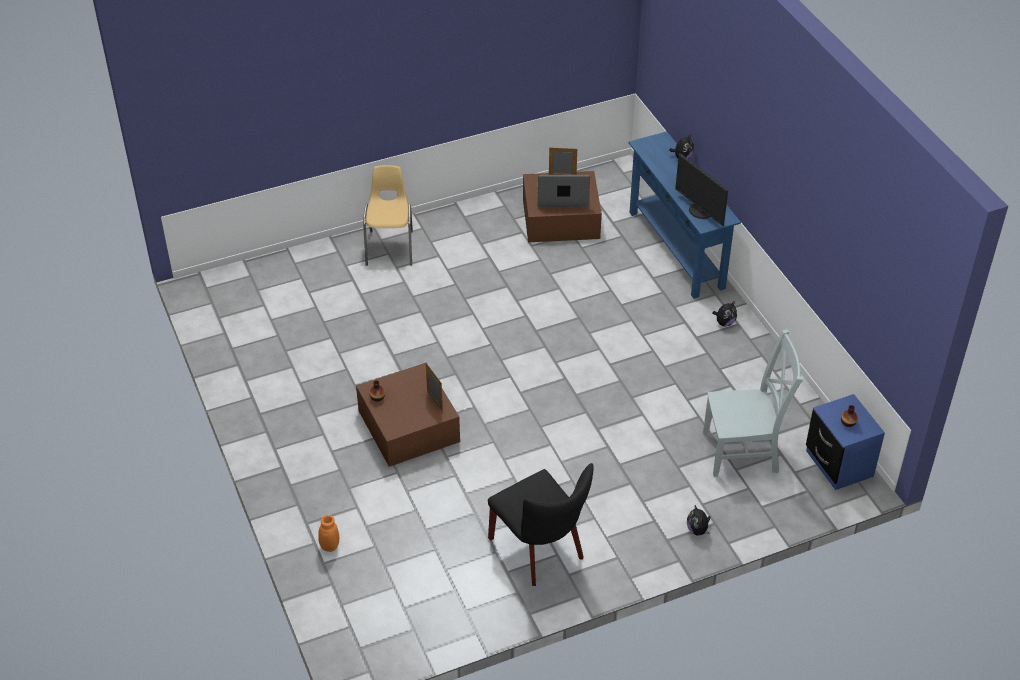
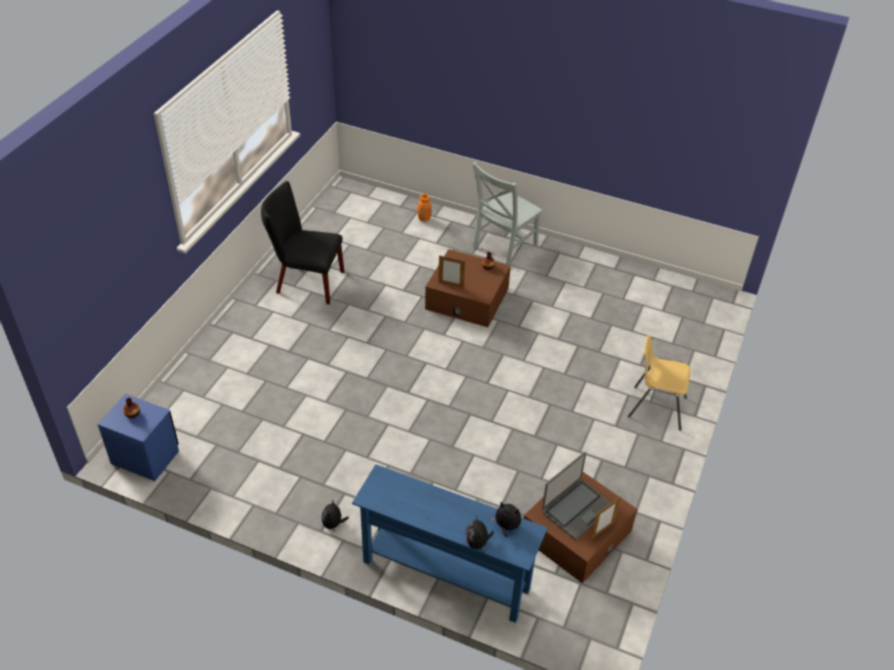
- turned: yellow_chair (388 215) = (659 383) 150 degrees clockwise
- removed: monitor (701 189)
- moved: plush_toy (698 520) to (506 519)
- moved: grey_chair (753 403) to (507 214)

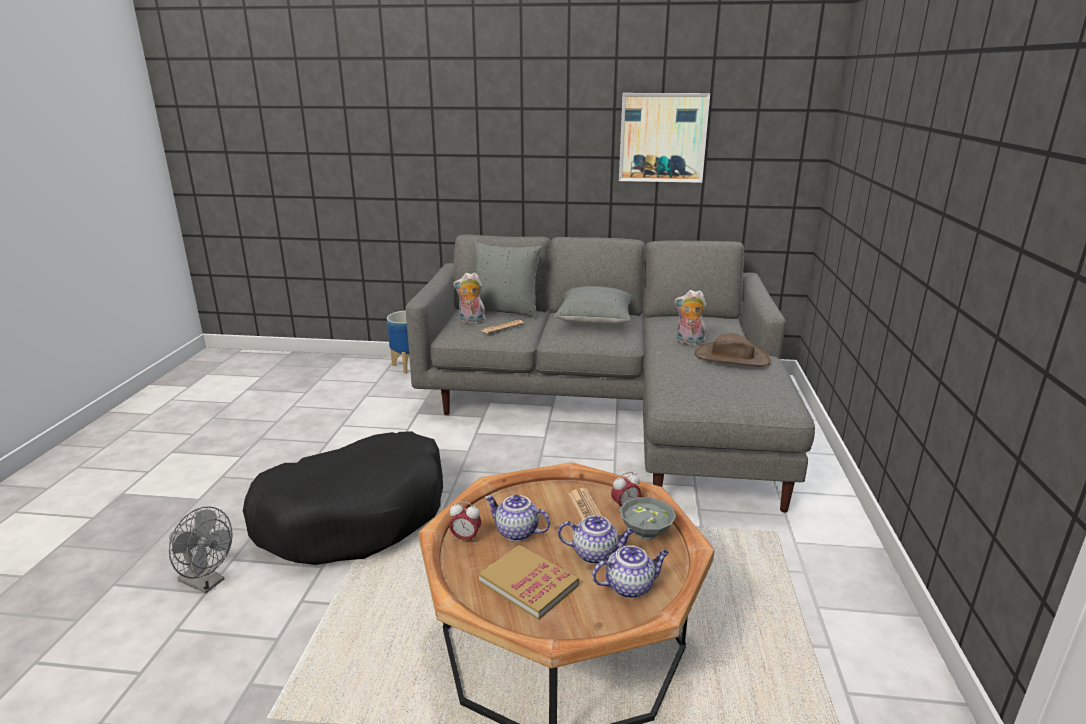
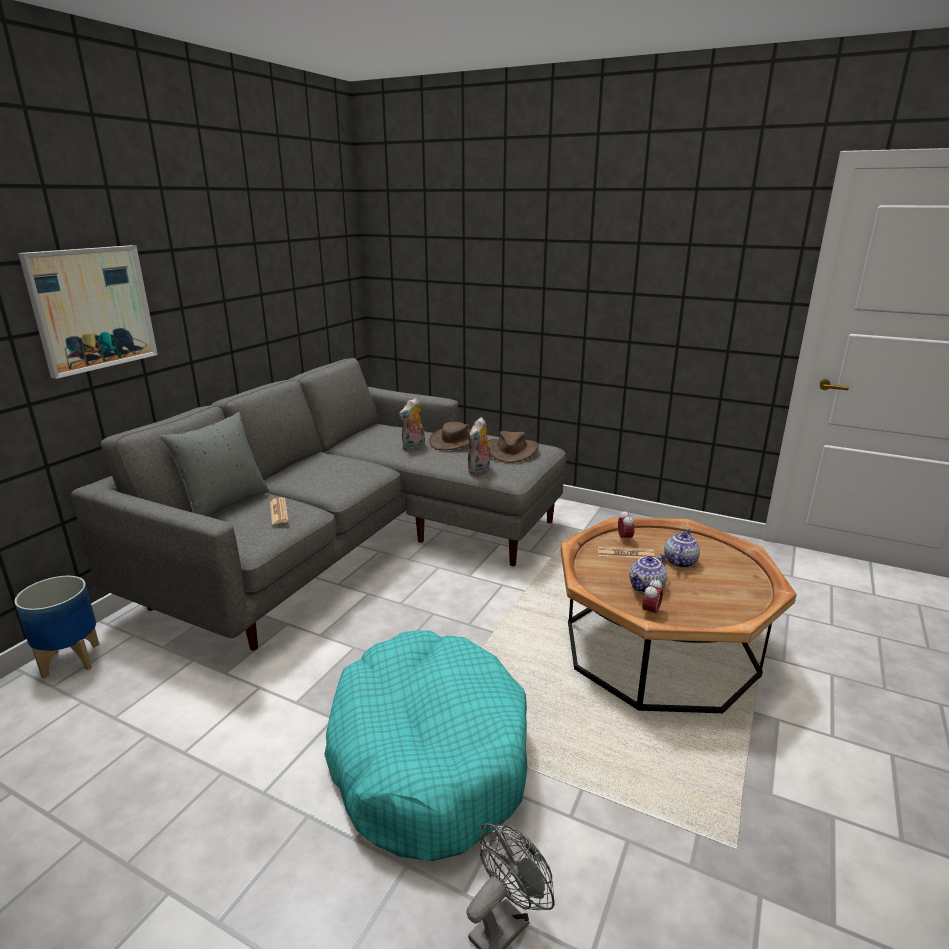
- recoloured: black_dog_bed (343 498) to turquoise_dog_bed (425 745)
- moved: plush_toy (470 298) to (479 445)
- removed: book (529 582)
- removed: grey_pillow (593 306)
- removed: teapot (630 571)
- moved: picture (664 138) to (88 312)
- removed: grey_bowl (648 518)
- added: brown_hat (513 447)

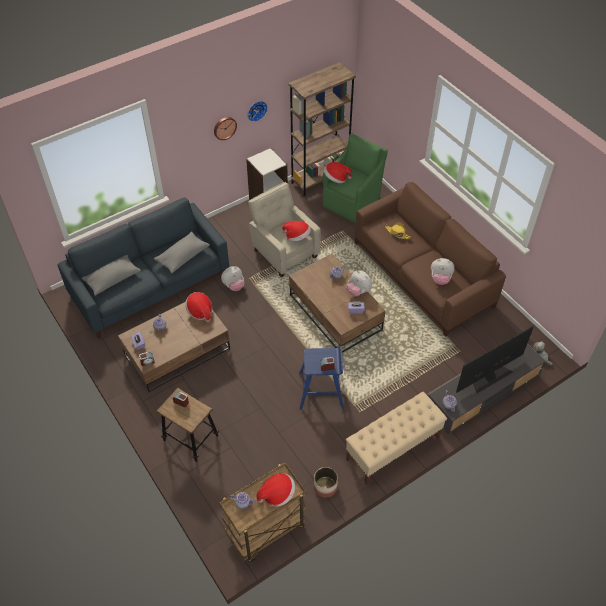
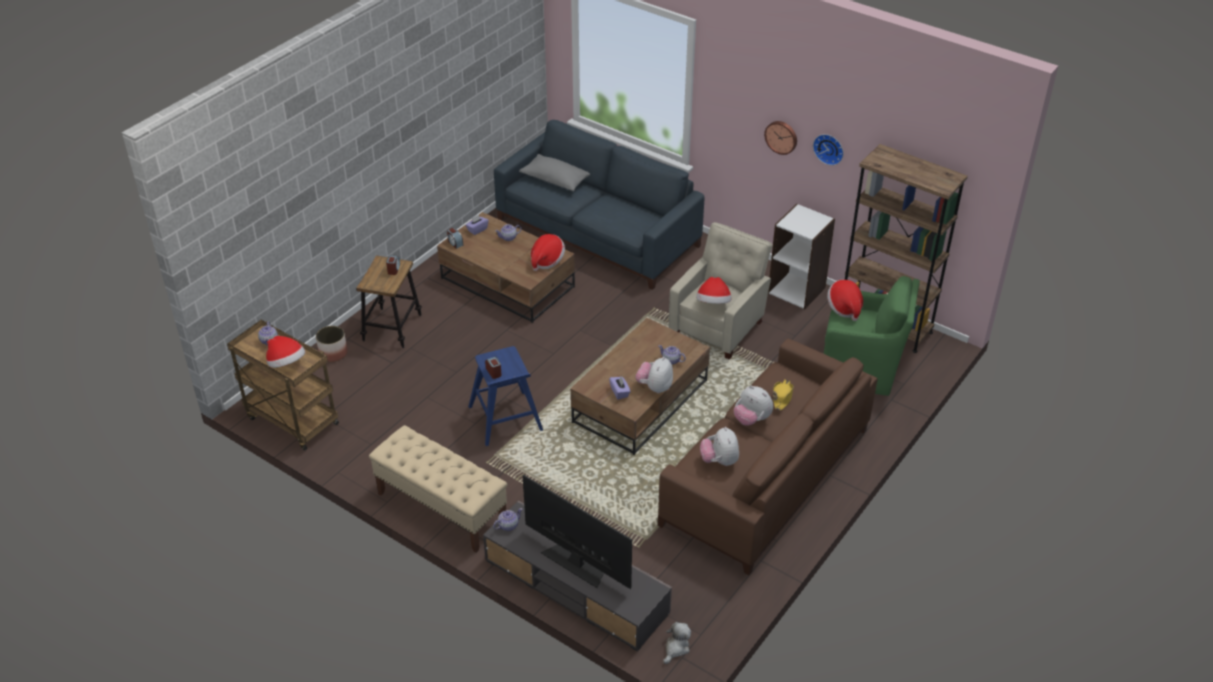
- removed: grey_pillow (182 252)
- moved: plush_toy (233 278) to (753 405)
- moved: planter (326 482) to (332 344)

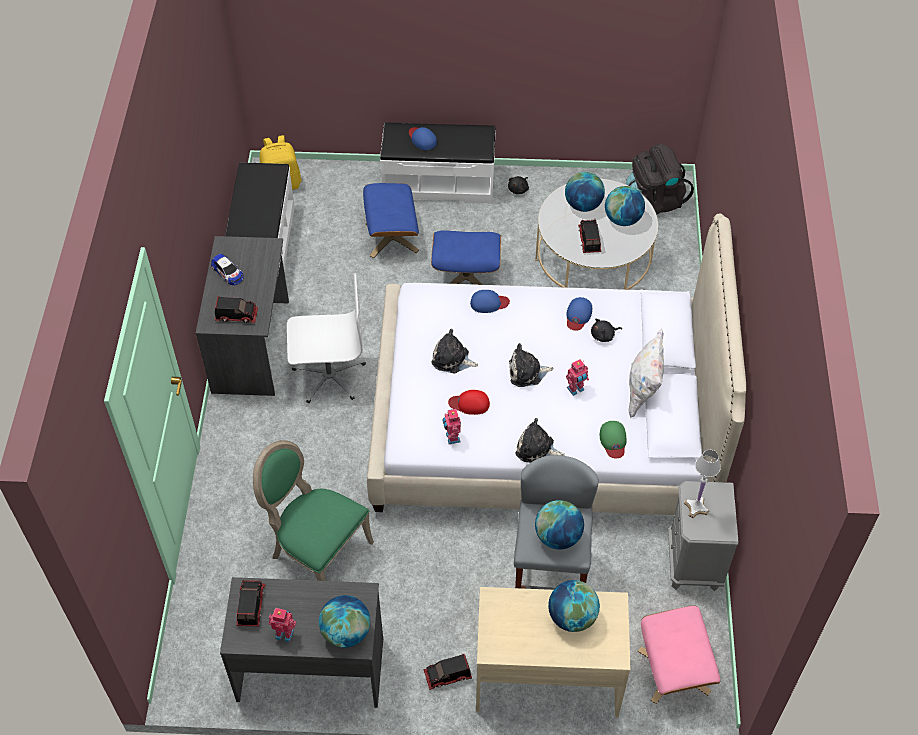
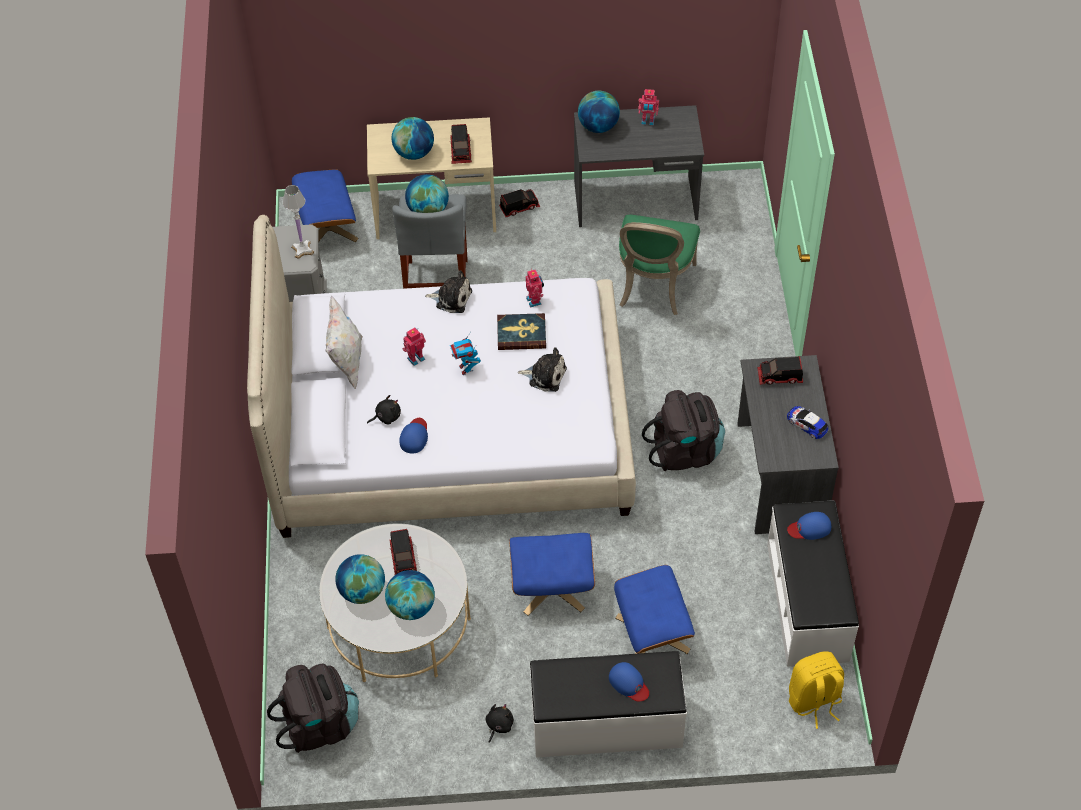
- moved: toy_truck (251 603) to (461 144)
- turned: green_chair (313 510) = (659 264) 75 degrees clockwise
- replaced: white_office_chair (326 338) to black_backpack (683 430)
- replaced: red_cap (469 402) to book (521 331)
- moved: blue_cap (490 301) to (809 526)
- replaced: plush_toy (531 365) to toy_robot (465 354)
- removed: green_cap (613 439)
- recoloured: pink_ottoman (679 654) to blue_ottoman (325 205)

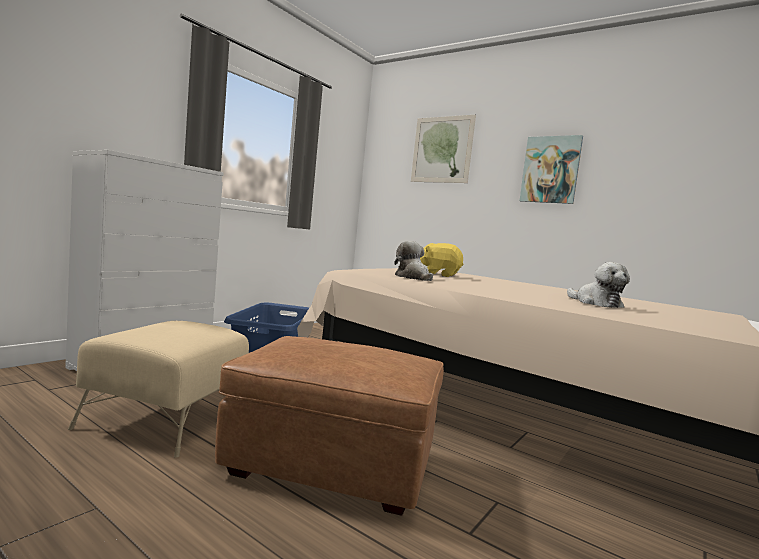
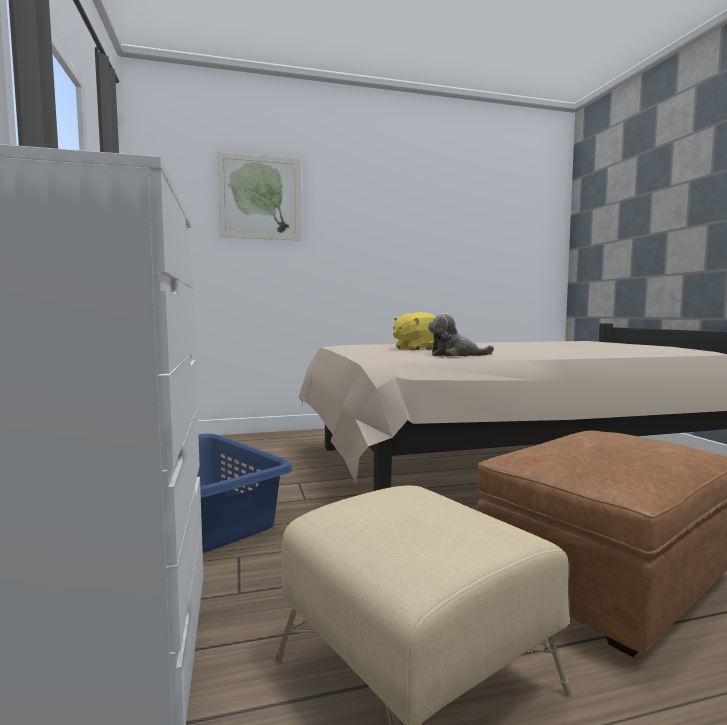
- removed: picture (551 169)
- removed: plush_toy (598 285)

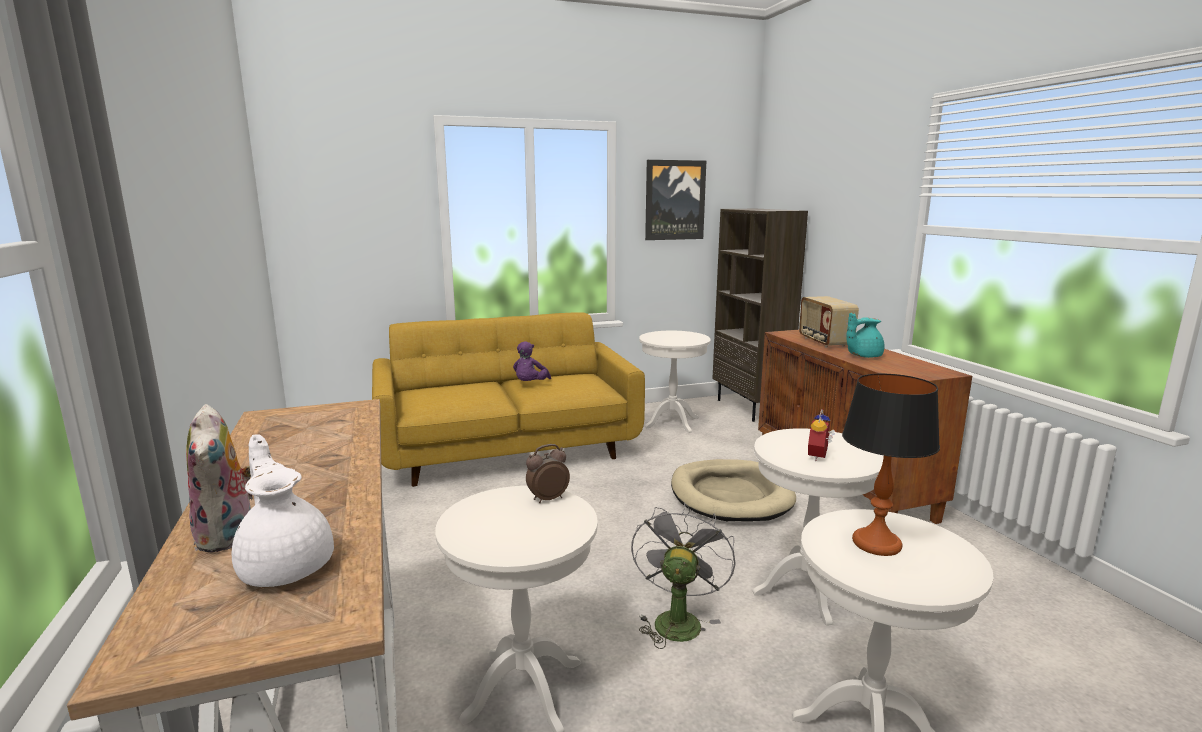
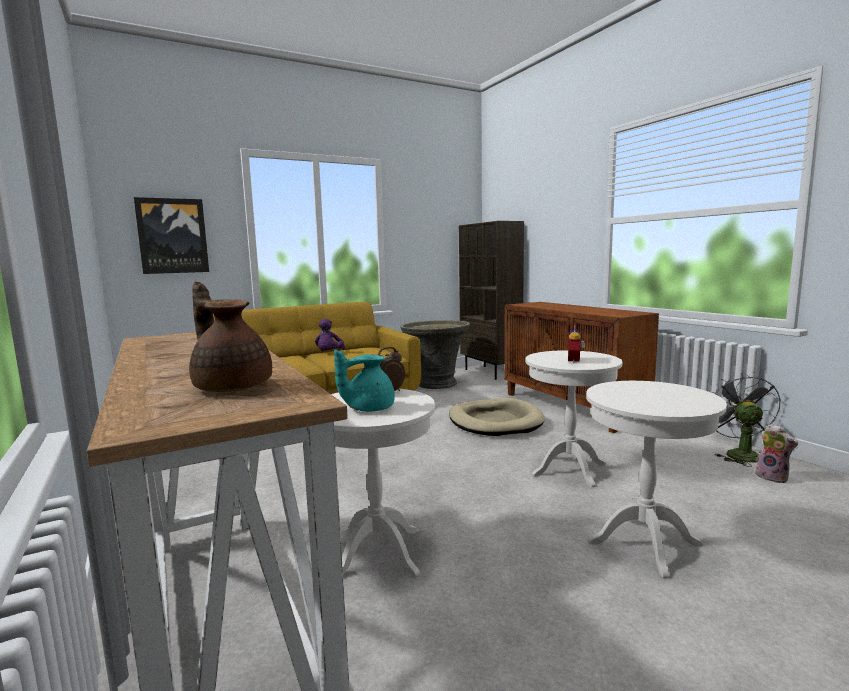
- moved: plush_toy (219 478) to (776 453)
- recoloured: white_teapot (283 510) to brown_teapot (230 336)
- moved: grey_fan (683 575) to (746 420)
- replaced: white_side_table (675 382) to grey_planter (435 354)
- moved: picture (675 200) to (171 235)
- removed: radio (829 322)
- removed: table_lamp (891 465)
- moved: turquoise_teapot (865 335) to (364 381)

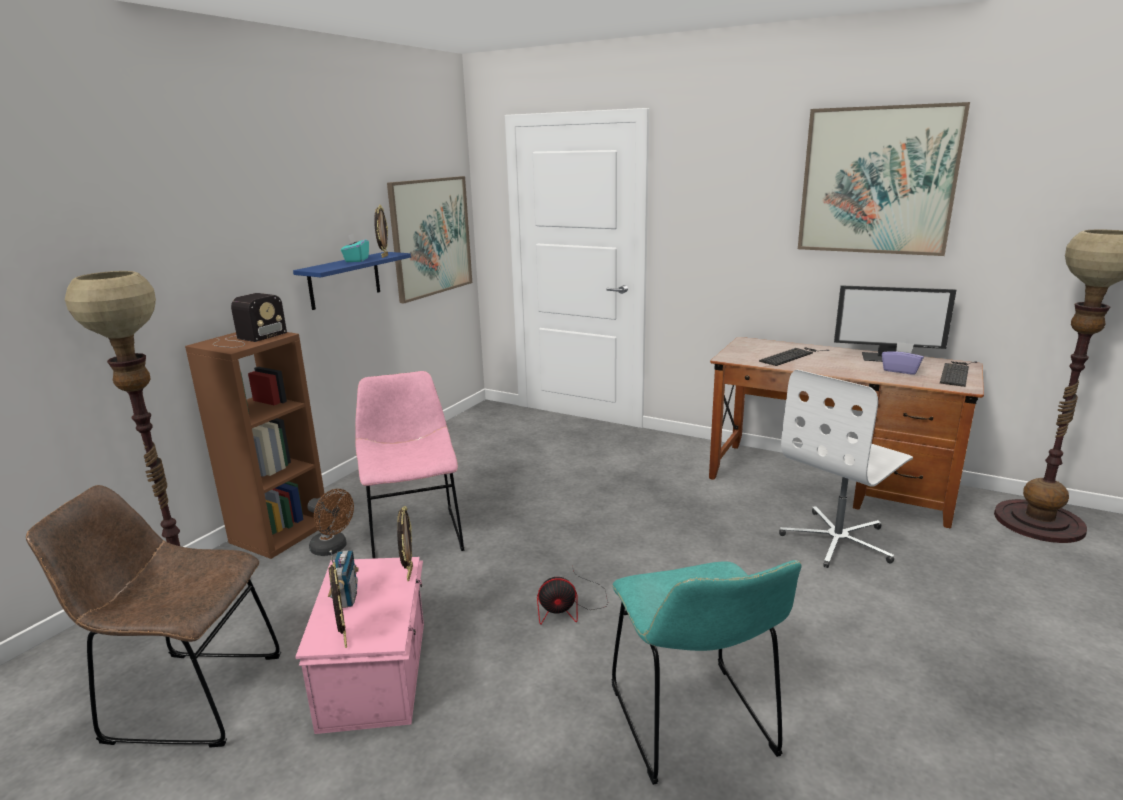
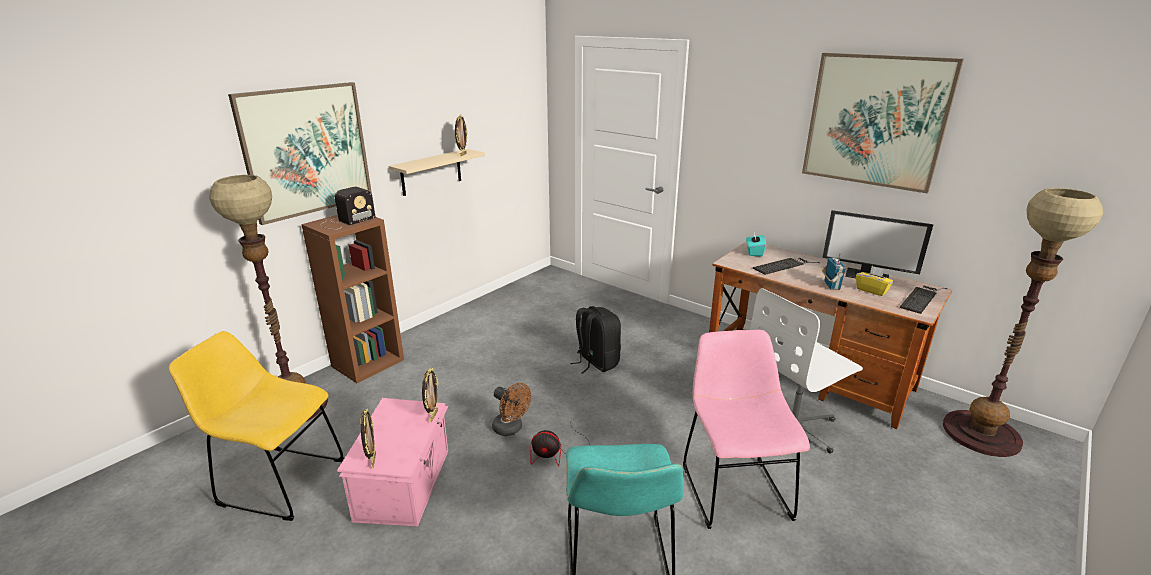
- recoloured: brown_chair (153 616) to yellow_chair (256 426)
- recoloured: blue_shelf (352 281) to beige_shelf (437 172)
- moved: brown_fan (331 522) to (511 409)
- moved: radio (343 579) to (834 271)
- moved: turquoise_tissue_box (355 247) to (756 244)
- moved: pink_chair (409 465) to (746 429)
- moved: picture (429 239) to (300 153)
- recoloured: purple_tissue_box (903 358) to yellow_tissue_box (875 281)
- added: black_backpack (595 340)

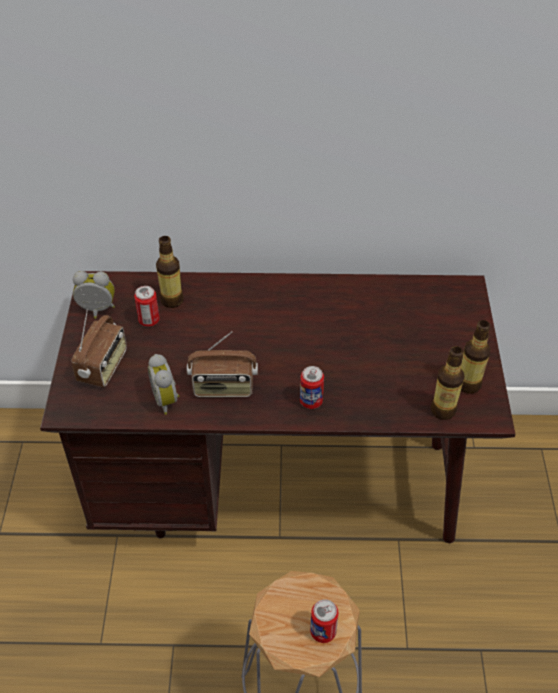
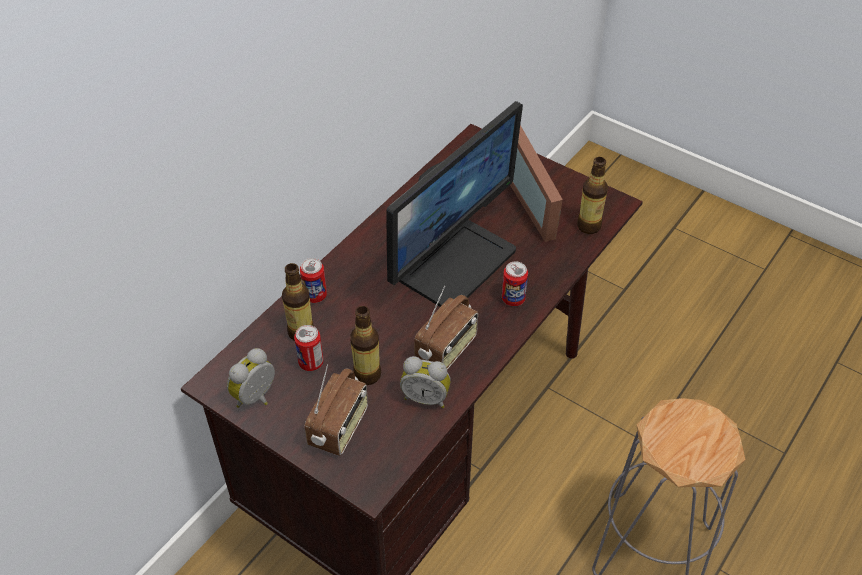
- turned: radio (99 348) = (336 410) 60 degrees clockwise
- moved: can (324 621) to (313 280)
- moved: bottle (476 357) to (365 345)
- added: monitor (454 204)
- added: picture_frame (536 183)

